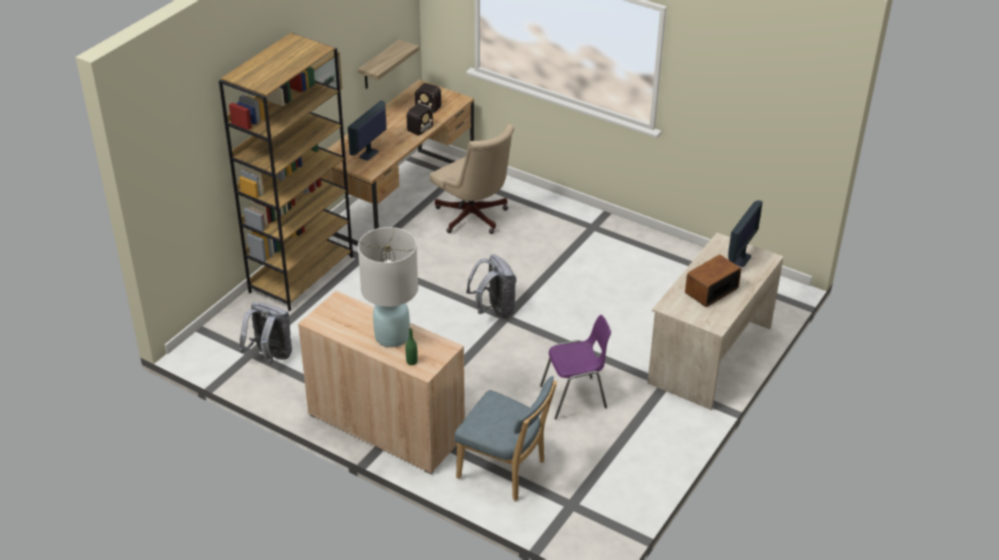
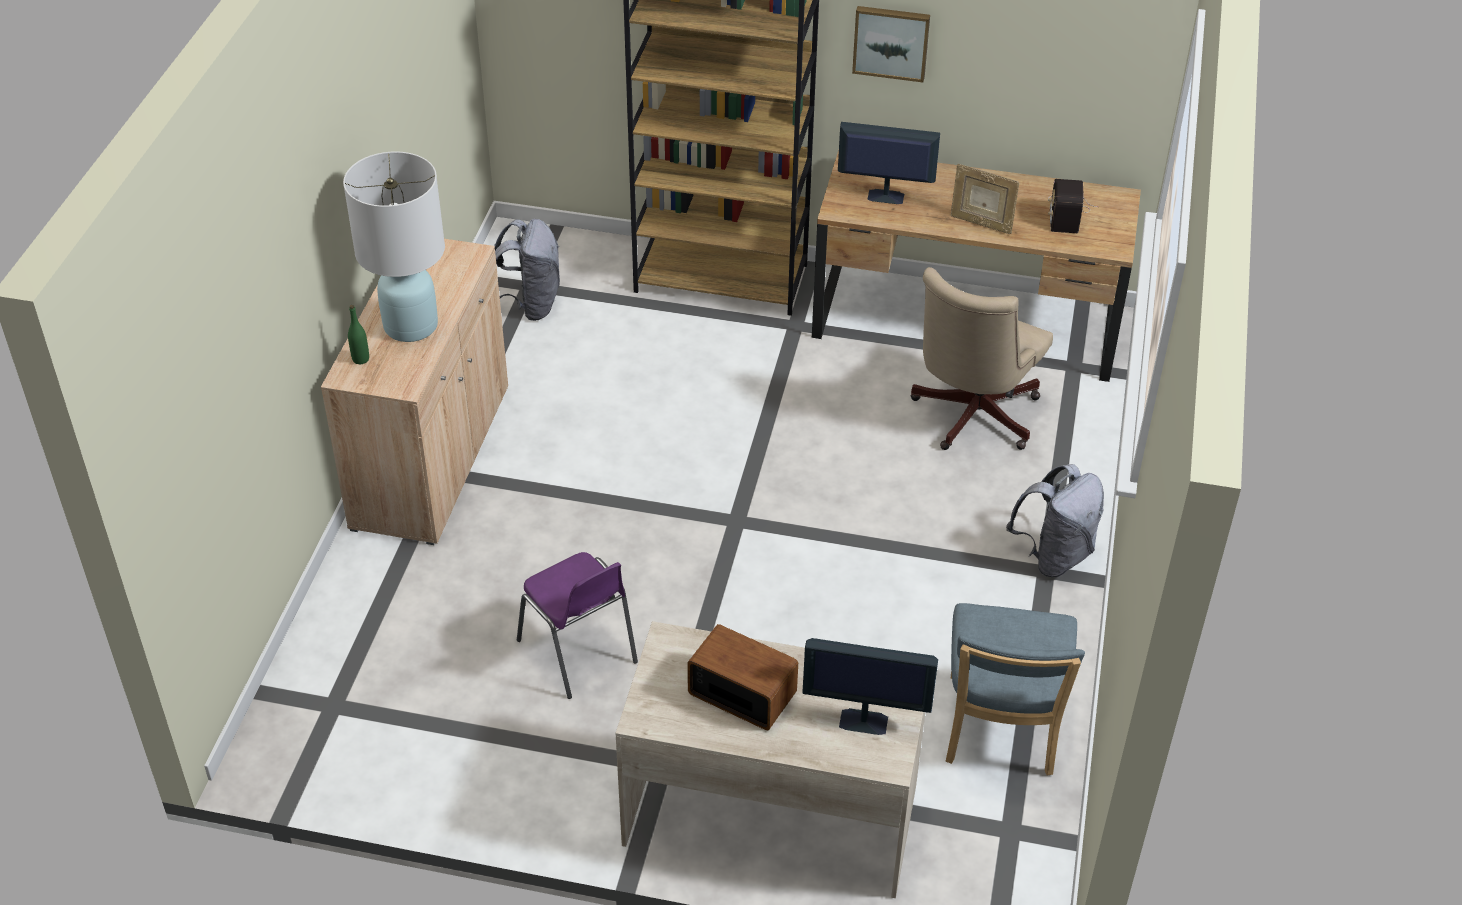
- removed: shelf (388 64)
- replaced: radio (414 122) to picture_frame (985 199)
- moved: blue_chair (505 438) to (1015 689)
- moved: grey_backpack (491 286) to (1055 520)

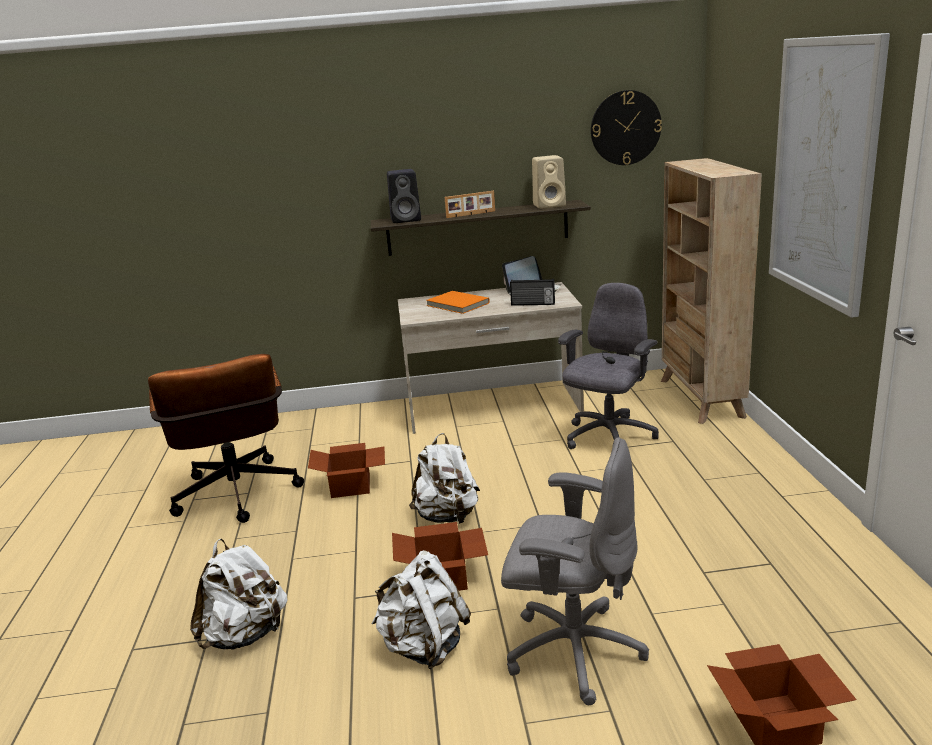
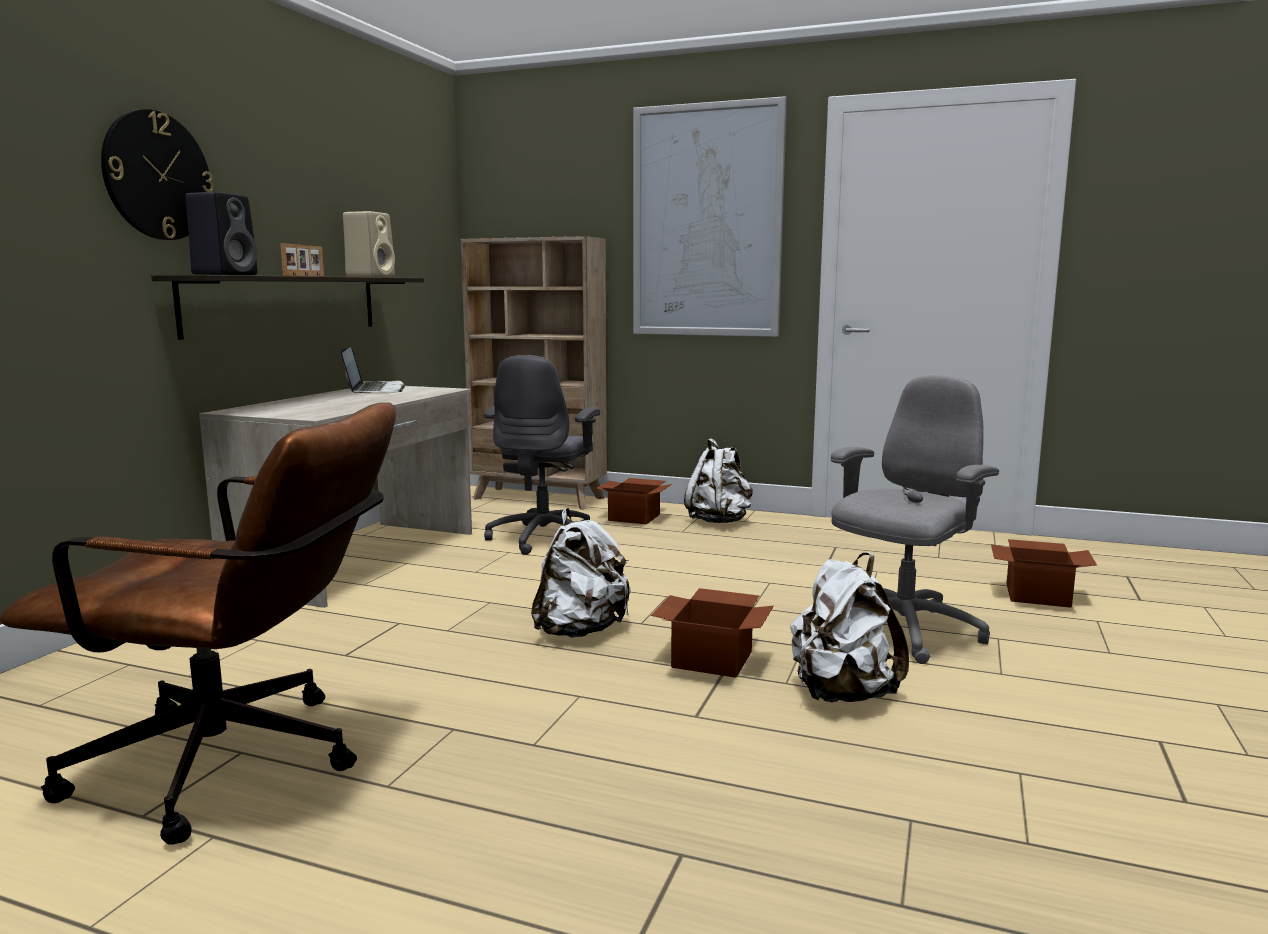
- moved: white_backpack (238 594) to (718 480)
- moved: cardboard_box (346 470) to (633 501)
- removed: orange_book (458 302)
- removed: radio (532 292)
- turned: grey_office_chair (608 366) = (542 455) 135 degrees counterclockwise
- moved: wall_clock (626 127) to (157 174)

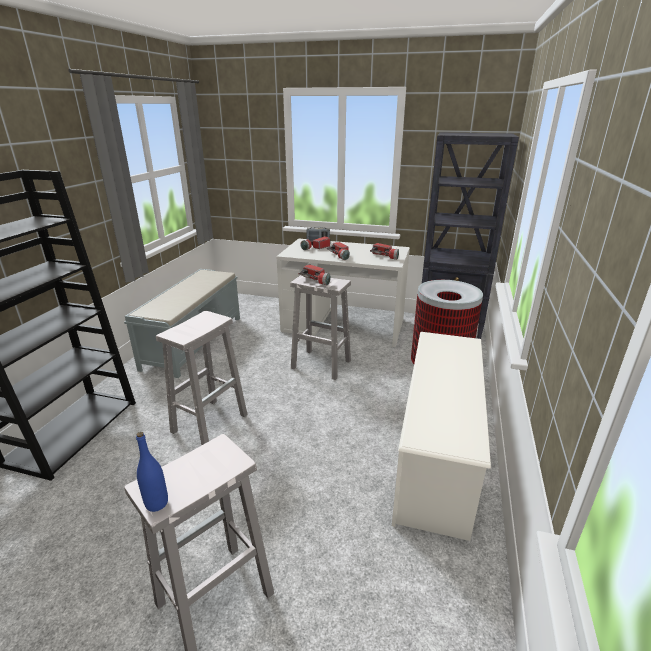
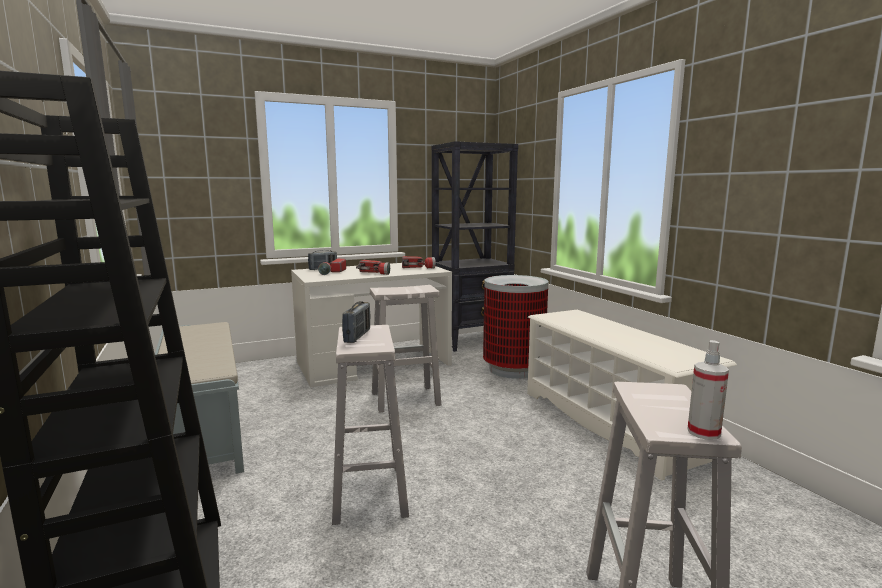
- replaced: blue_bottle (152 472) to spray_bottle (708 390)
- removed: flashlight (315 275)
- added: radio (356 322)

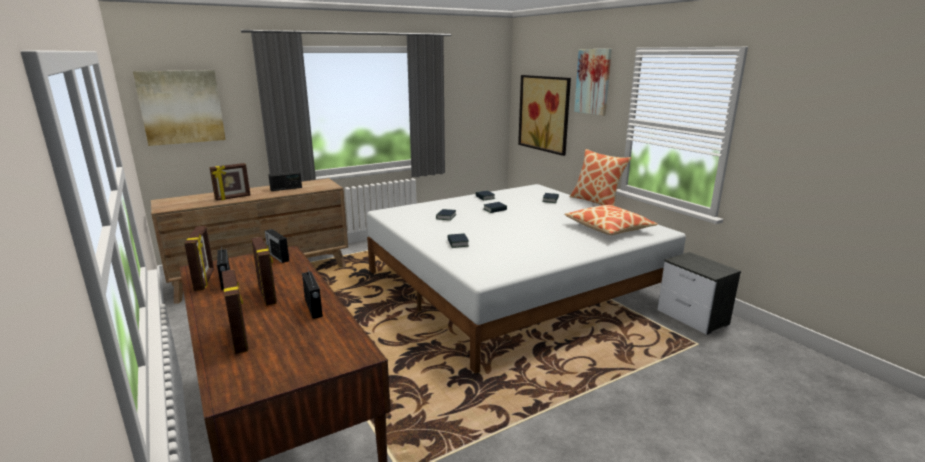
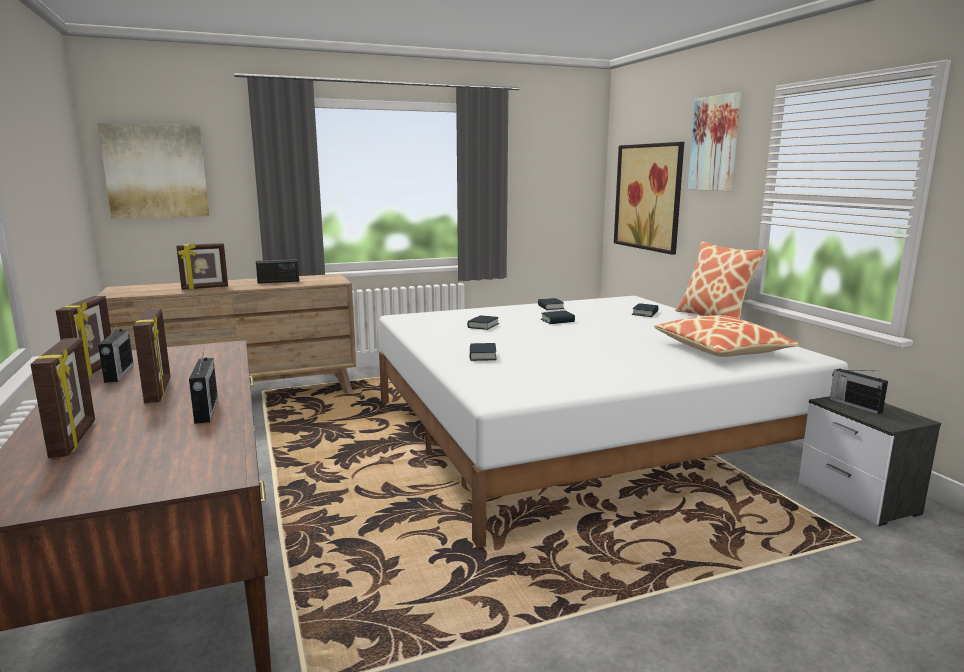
- moved: radio (277 246) to (859 391)

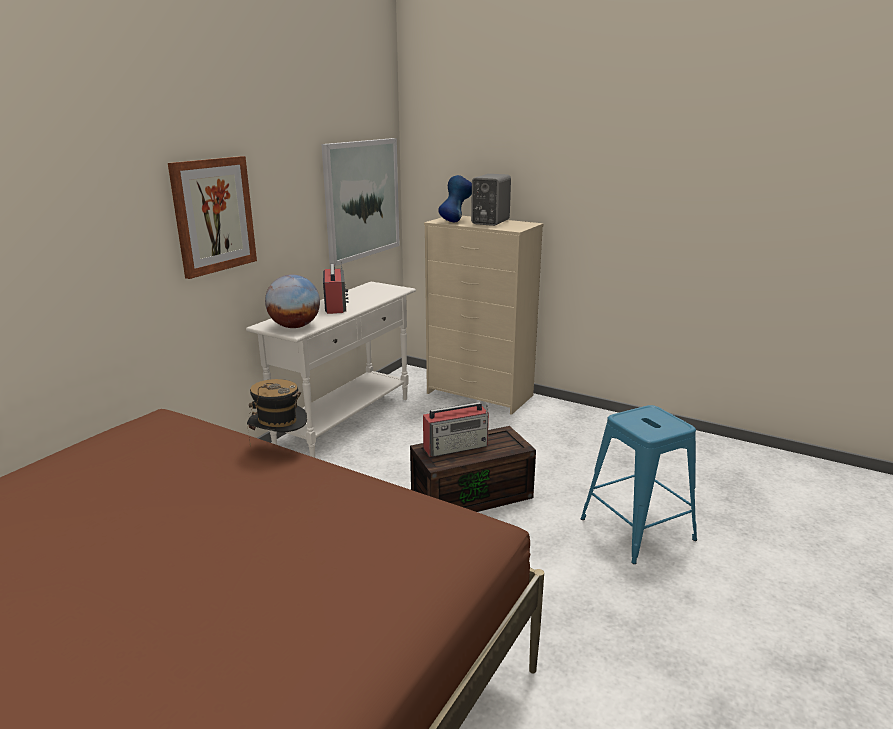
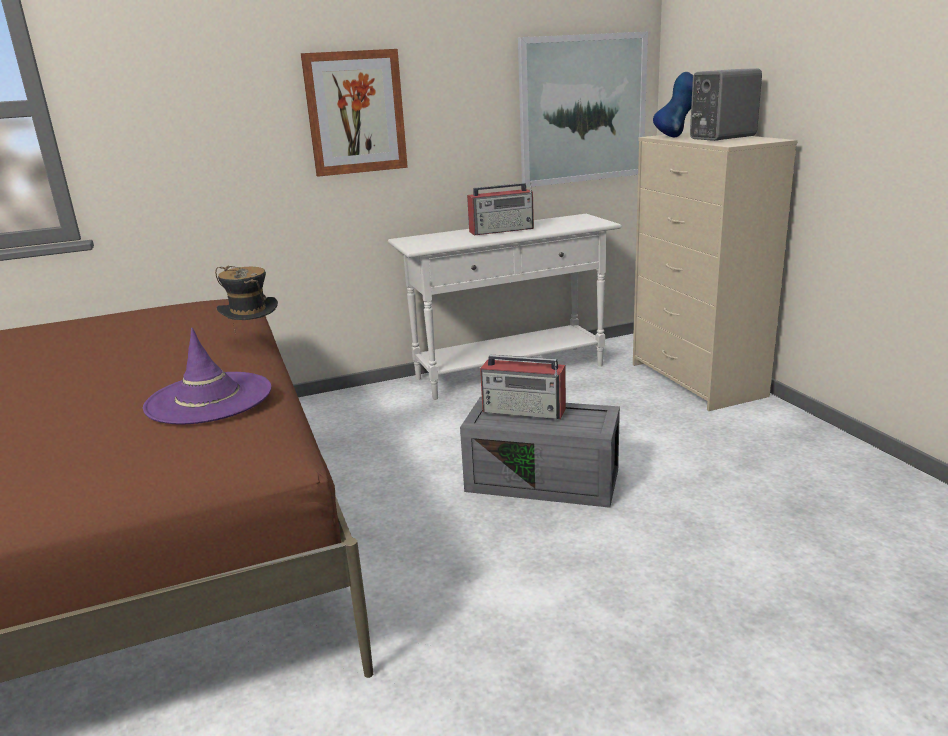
- removed: globe (292 301)
- turned: radio (336 287) = (500 208) 45 degrees clockwise
- recoloured: brown_storage_box (473 469) to grey_storage_box (540 452)
- removed: blue_stool (639 484)
- added: purple_hat (207 376)

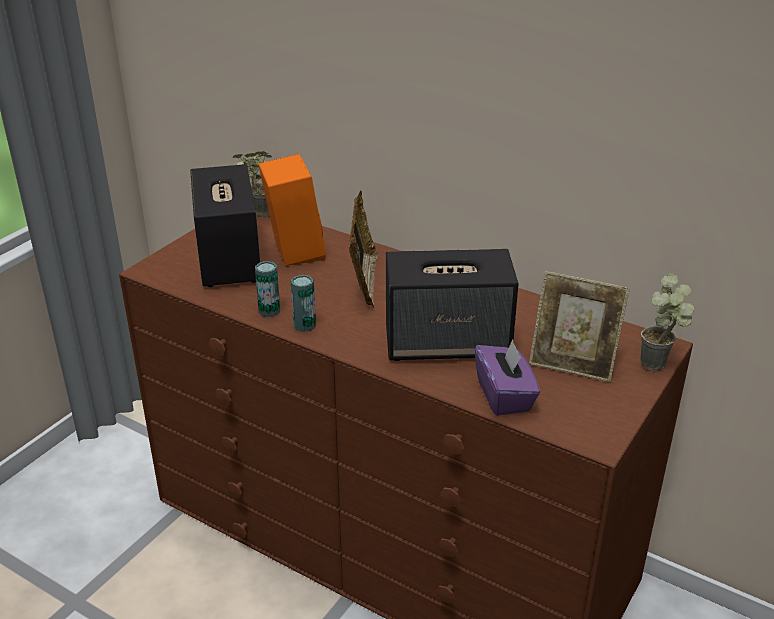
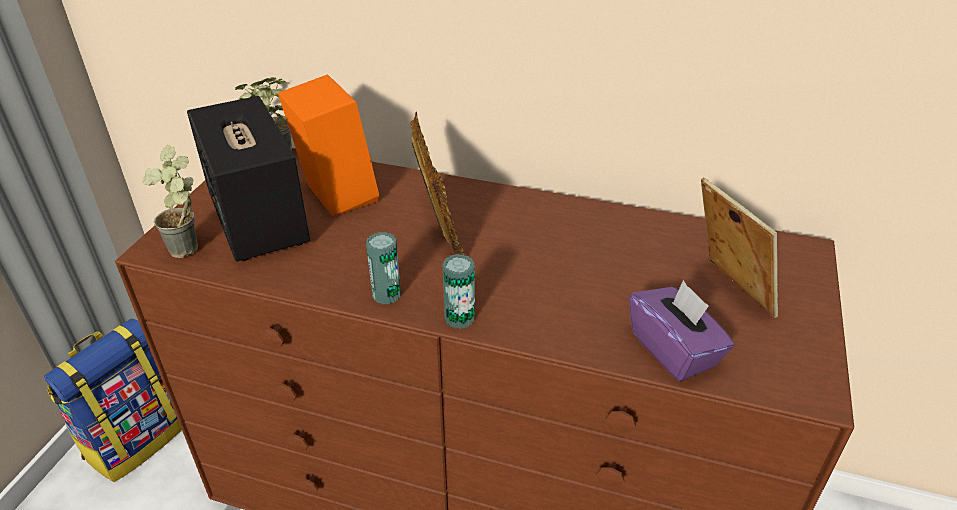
- moved: can (267 289) to (459 291)
- removed: speaker (452 305)
- turned: picture_frame (579 326) = (739 247) 120 degrees counterclockwise
- moved: potted_plant (668 322) to (170 201)
- added: backpack (113 400)

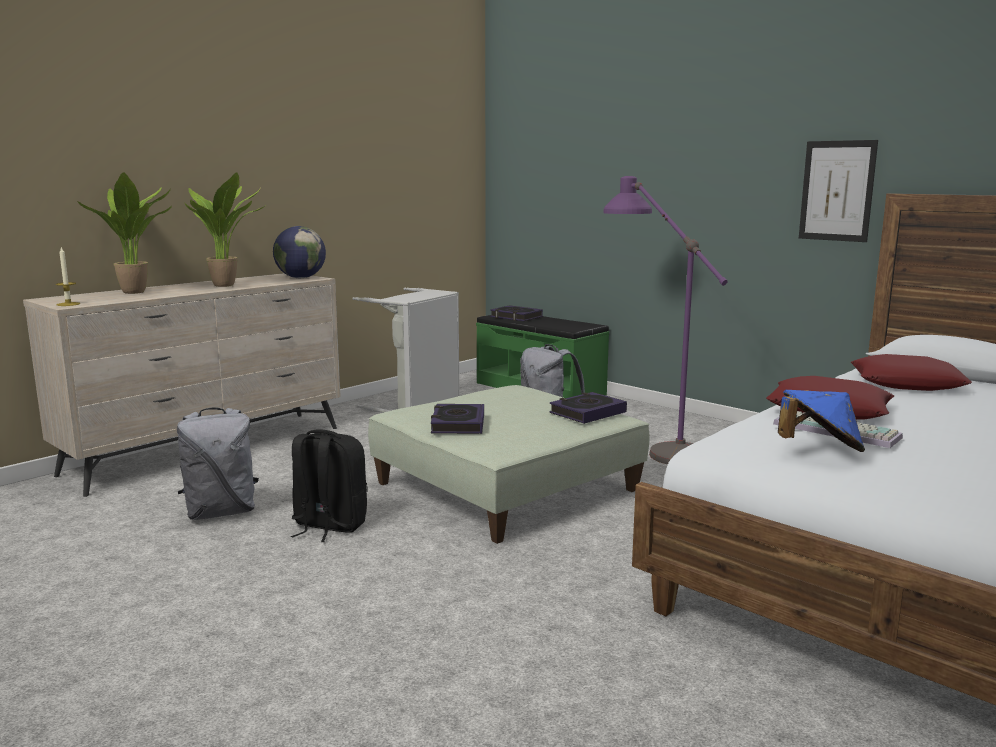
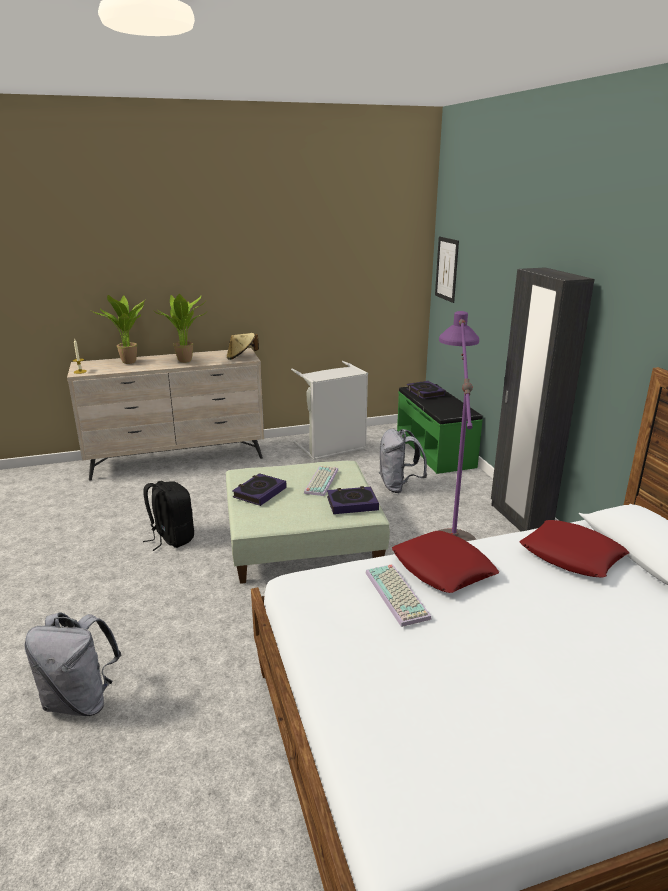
- moved: grey_backpack (218 463) to (73 664)
- replaced: globe (299 252) to beige_hat (243 346)
- removed: blue_hat (821 421)
- moved: picture (838 191) to (447 269)
- added: keyboard (321 481)
- added: black_wardrobe (543 399)

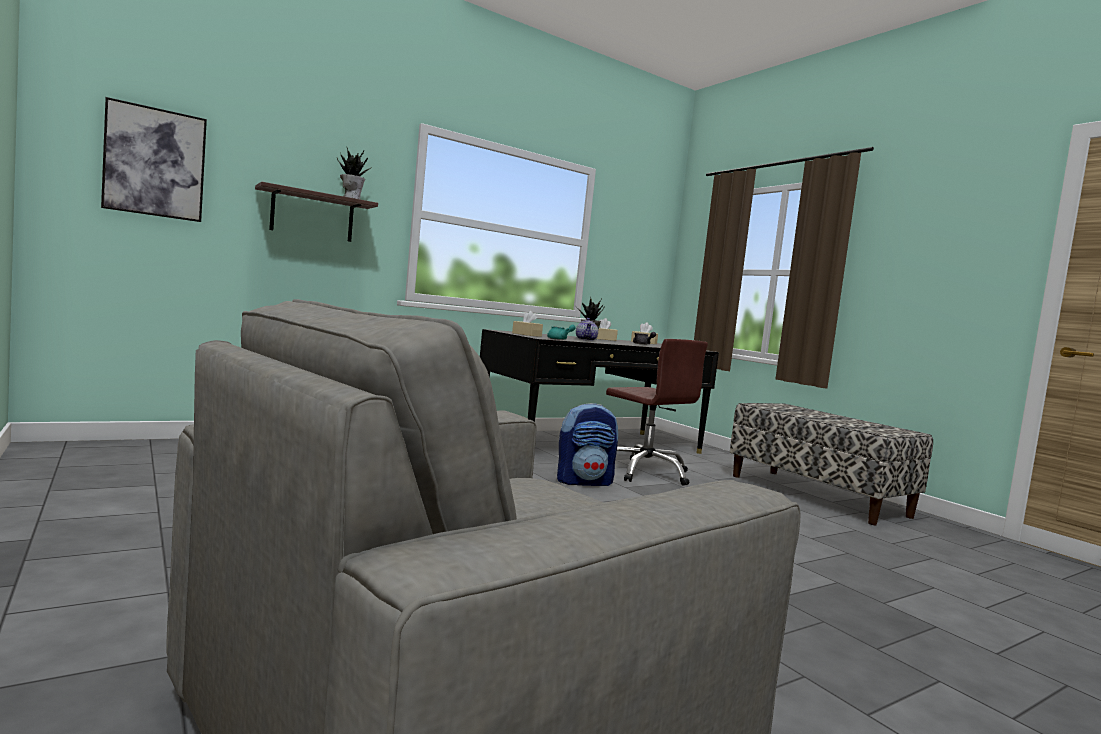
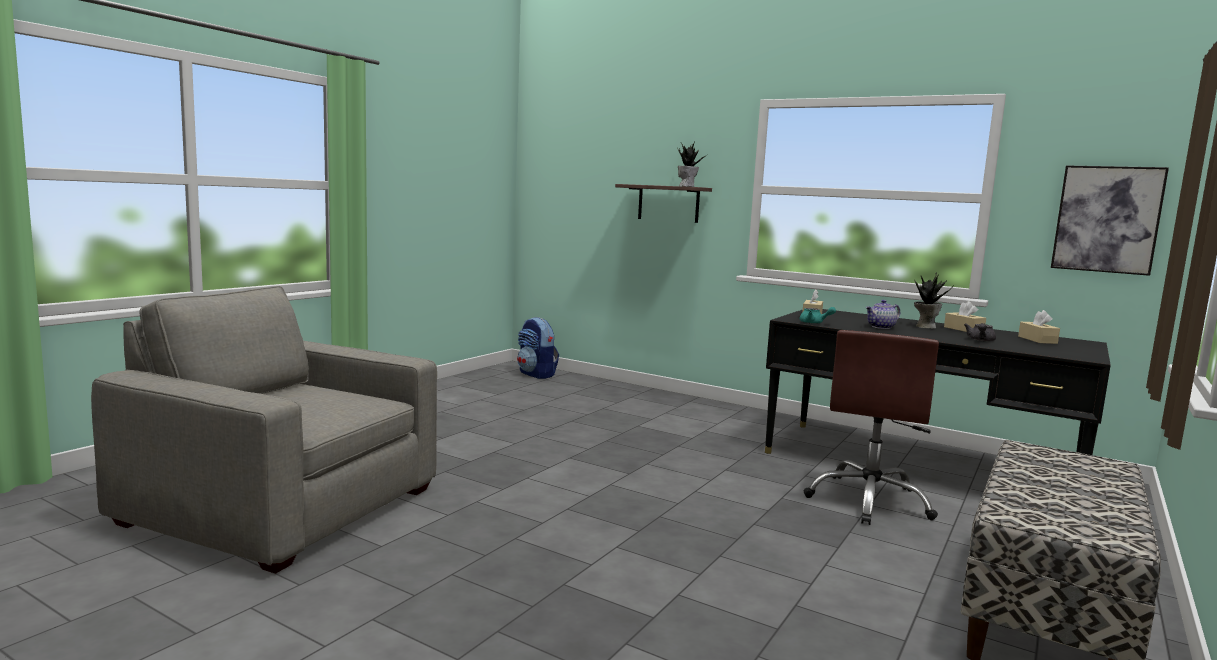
- moved: picture (154 159) to (1110 220)
- moved: backpack (587 444) to (538 348)

